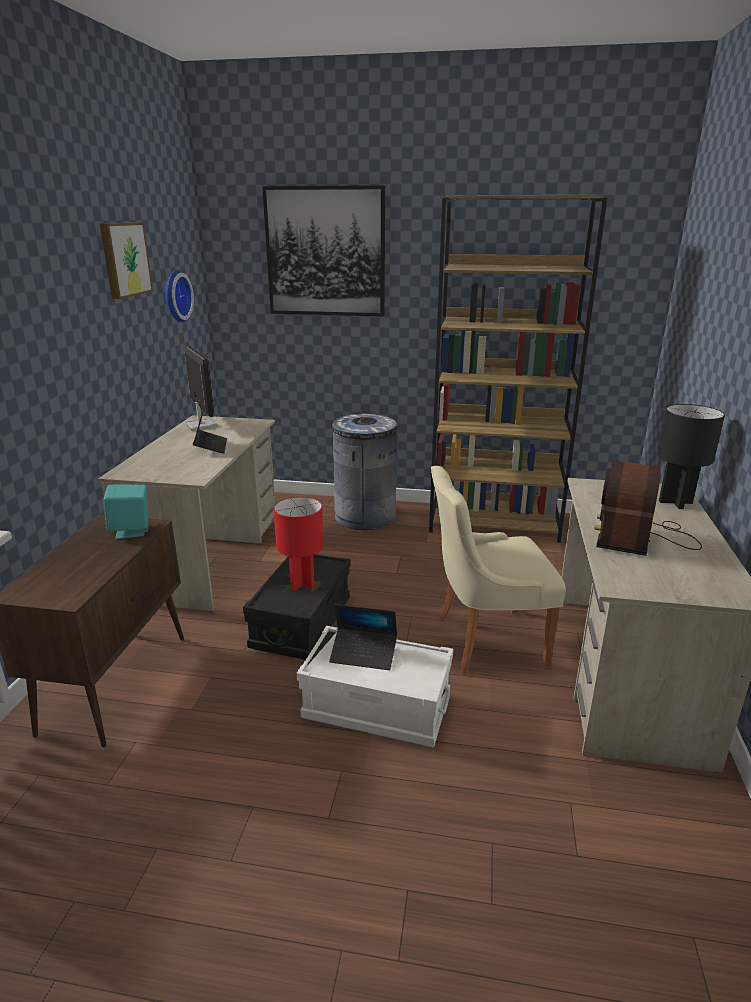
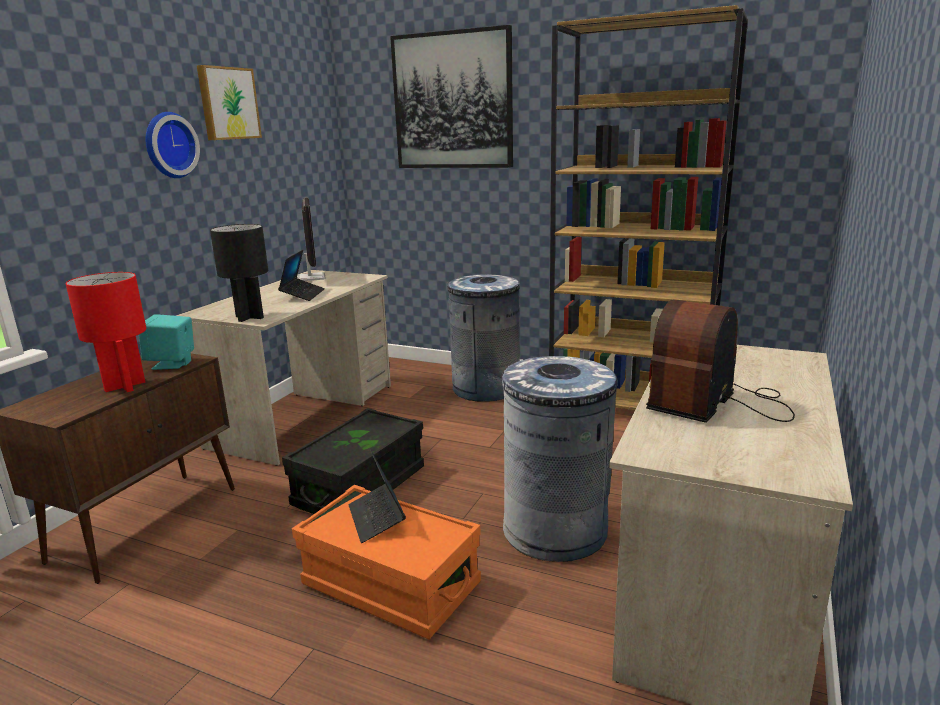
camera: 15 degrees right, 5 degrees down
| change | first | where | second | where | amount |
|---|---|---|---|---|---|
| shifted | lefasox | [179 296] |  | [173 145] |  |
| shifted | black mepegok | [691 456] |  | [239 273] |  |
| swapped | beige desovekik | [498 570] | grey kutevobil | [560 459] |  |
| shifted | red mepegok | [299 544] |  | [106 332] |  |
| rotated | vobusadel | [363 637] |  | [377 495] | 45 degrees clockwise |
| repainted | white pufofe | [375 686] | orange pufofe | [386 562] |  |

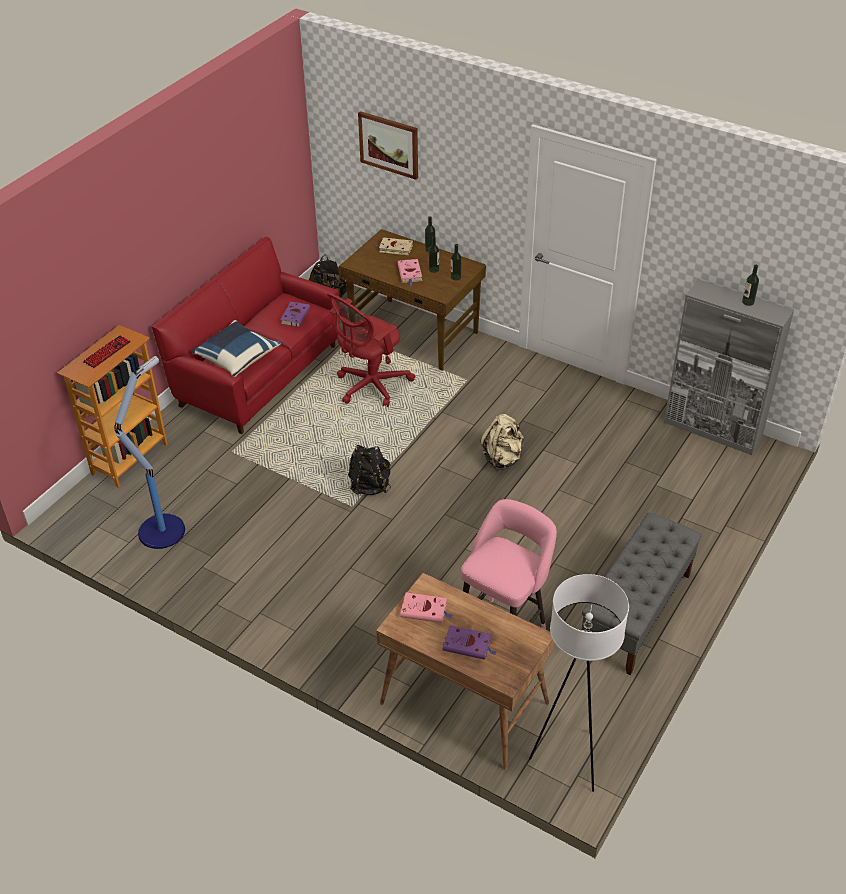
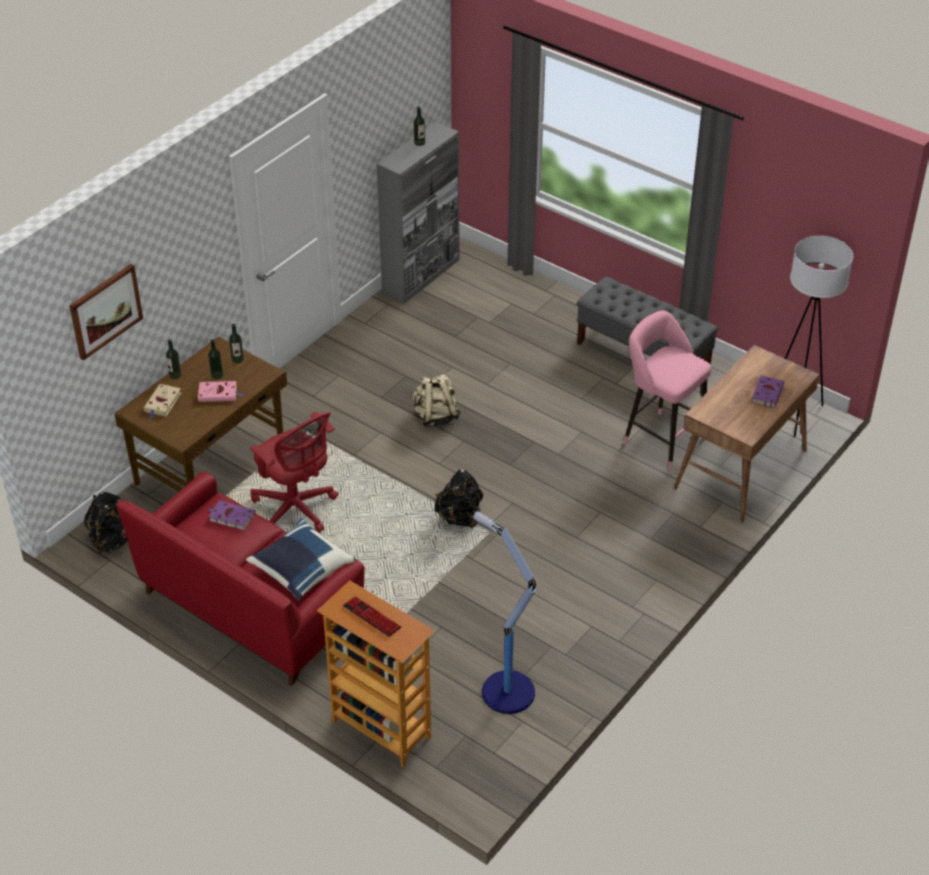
camera: 85 degrees left, 0 degrees up
| change | first | where | second | where | amount |
|---|---|---|---|---|---|
| gone | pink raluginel | [426 607] |  |  |  |

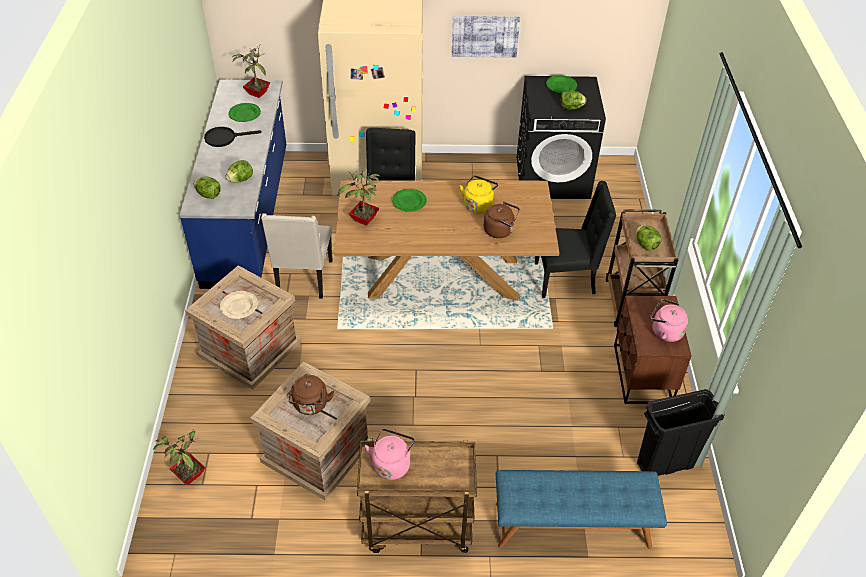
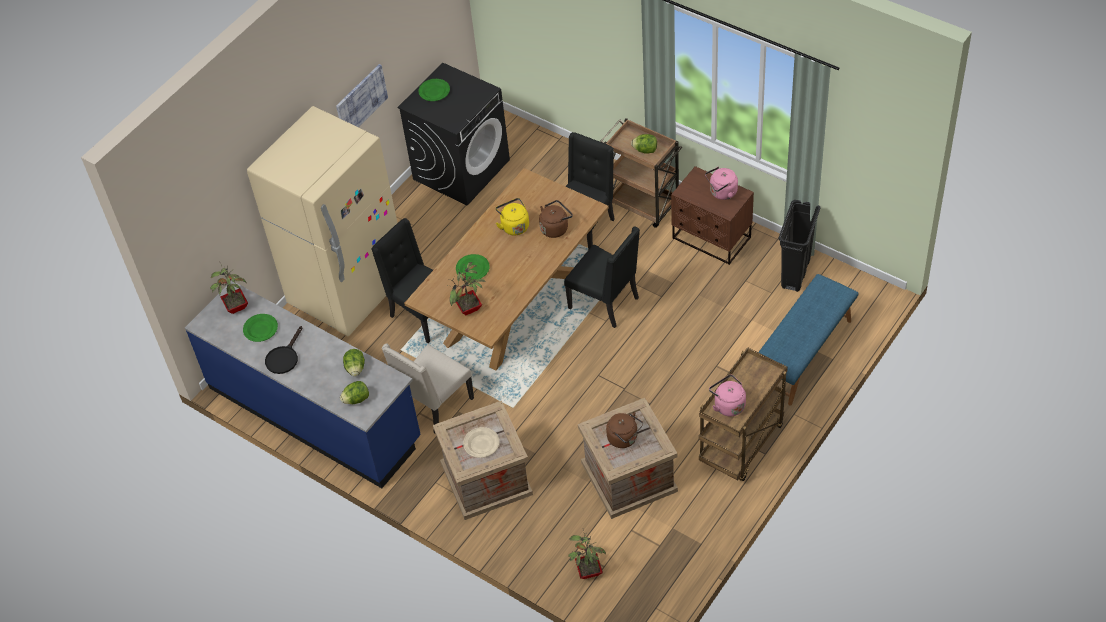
camera: 50 degrees left, 5 degrees up
| change | first | where | second | where | amount |
|---|---|---|---|---|---|
| gone | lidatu | [573 100] |  |  |  |
| rotated | beige desovekik | [297 256] |  | [428 388] | 90 degrees clockwise |
| new |  |  | black desovekik | [602 277] |  |

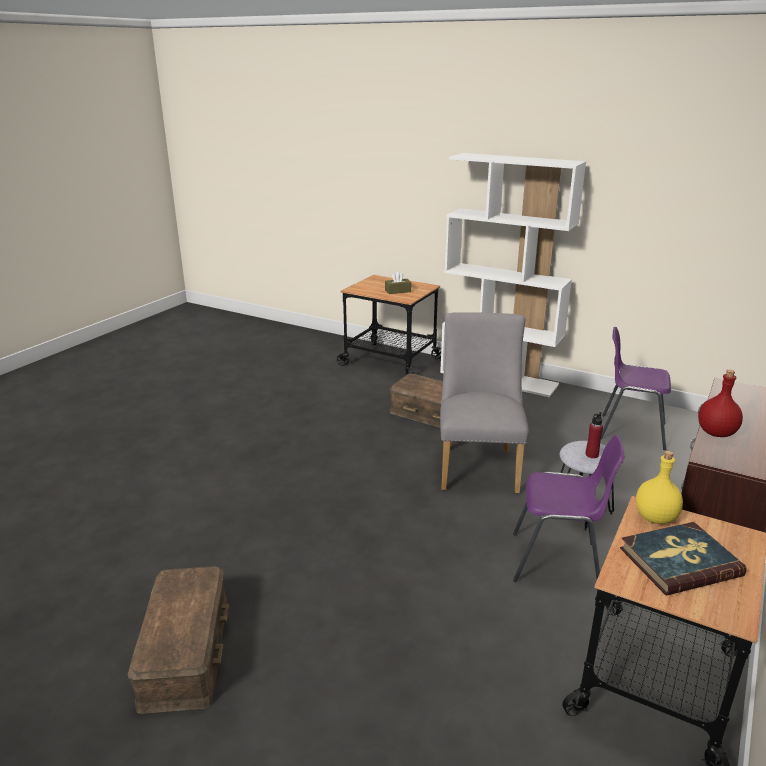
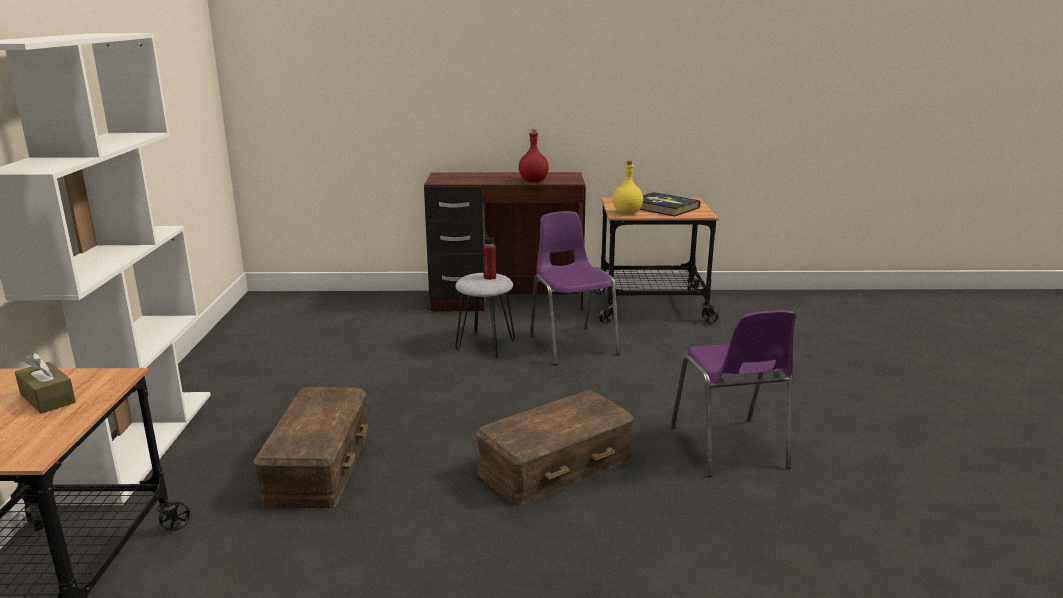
camera: 120 degrees left, 5 degrees down
| change | first | where | second | where | amount |
|---|---|---|---|---|---|
| gone | grey desovekik | [484 403] |  |  |  |
| shifted | purple desovekik | [636 388] |  | [733 393] |  |
| shifted | brown pufofe | [178 640] |  | [555 448] |  |

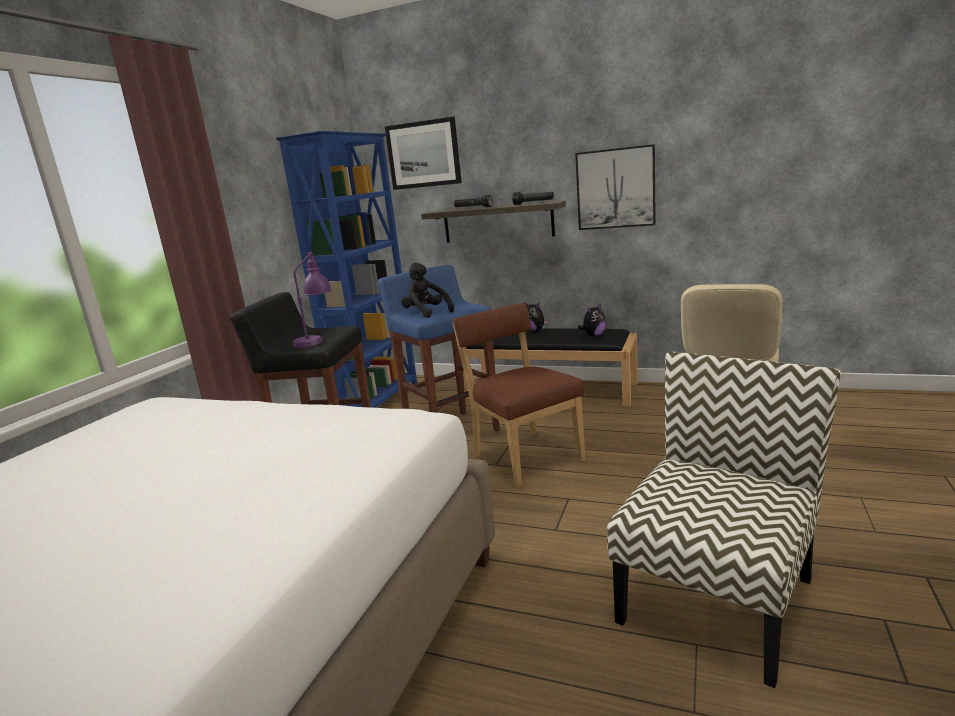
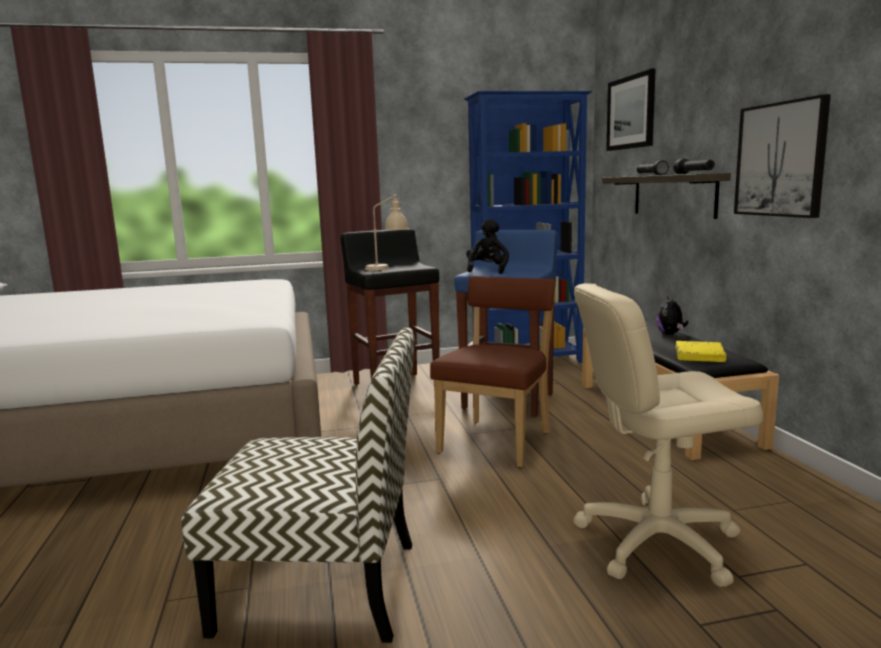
camera: 55 degrees right, 5 degrees down
| change | first | where | second | where | amount |
|---|---|---|---|---|---|
| repainted | purple mepegok | [312 300] | beige mepegok | [387 232] |  |
| swapped | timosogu | [592 320] | yellow raluginel | [700 351] |  |

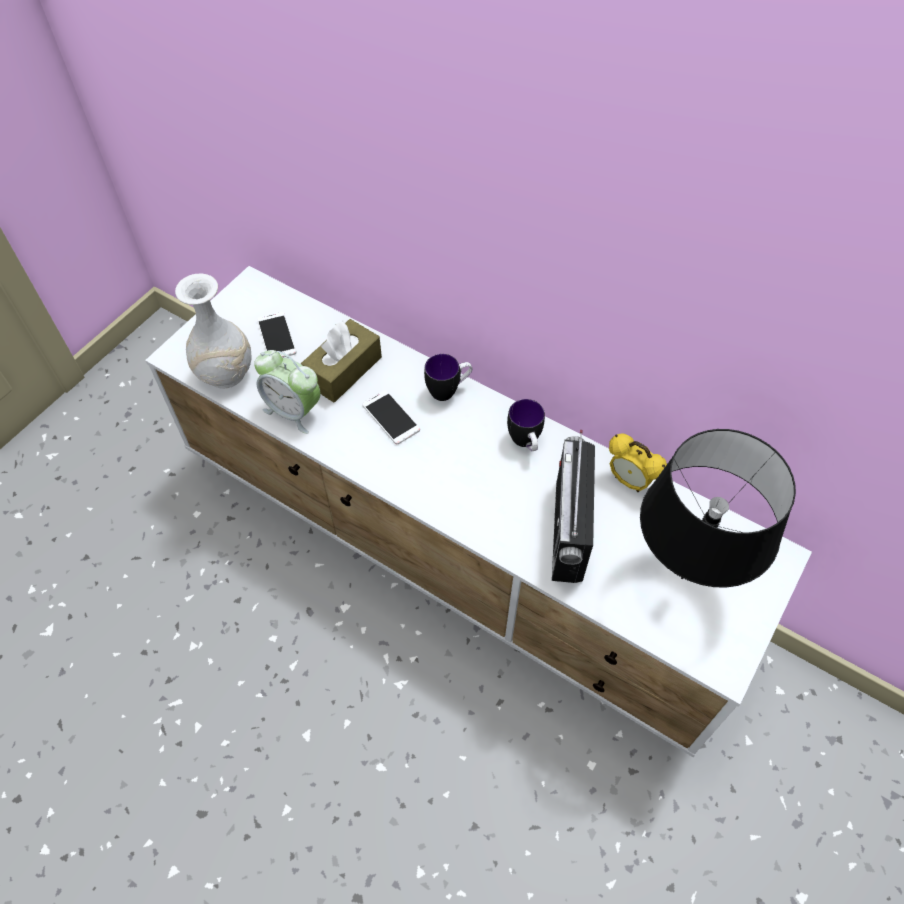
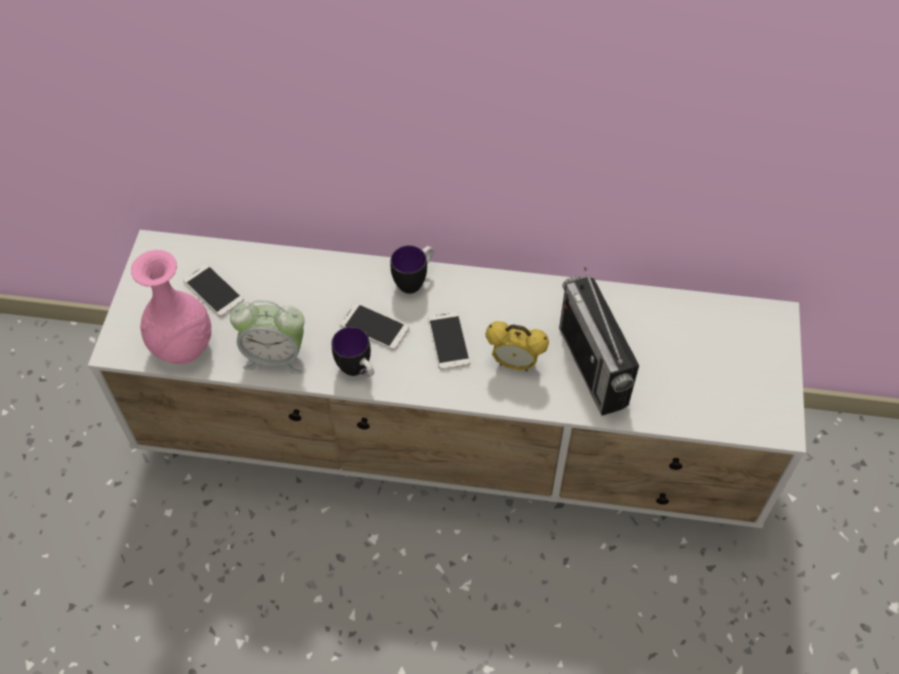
camera: 25 degrees left, 0 degrees up
| change | first | where | second | where | amount |
|---|---|---|---|---|---|
| repainted | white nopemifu | [213 330] | pink nopemifu | [171 307] |  |
| gone | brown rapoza | [341 360] |  |  |  |
| shifted | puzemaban | [526 425] |  | [352 352] |  |
| gone | black mepegok | [718 508] |  |  |  |
| shifted | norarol | [638 462] |  | [517 346] |  |
| new |  |  | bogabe | [449 340] |  |

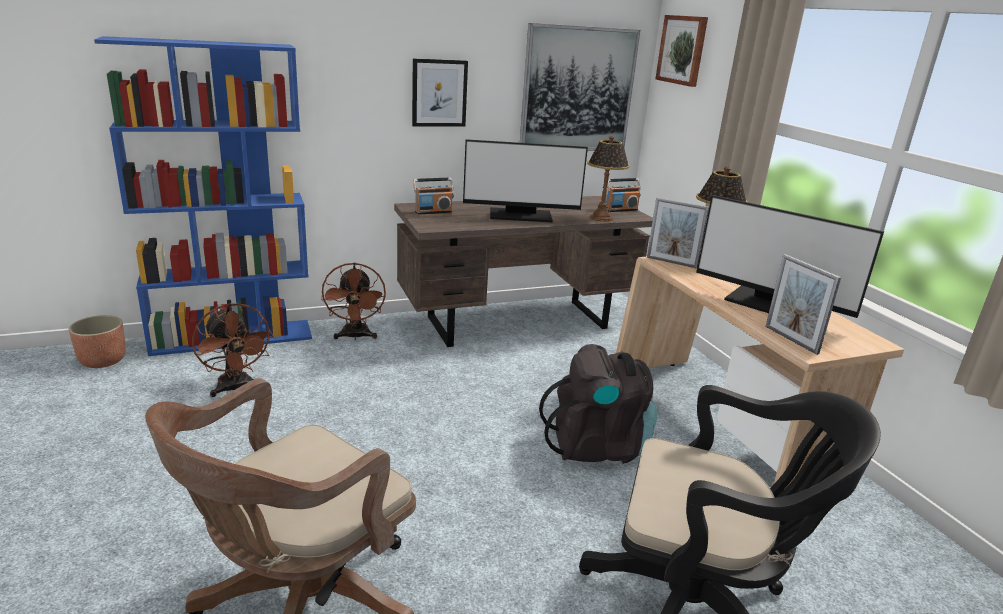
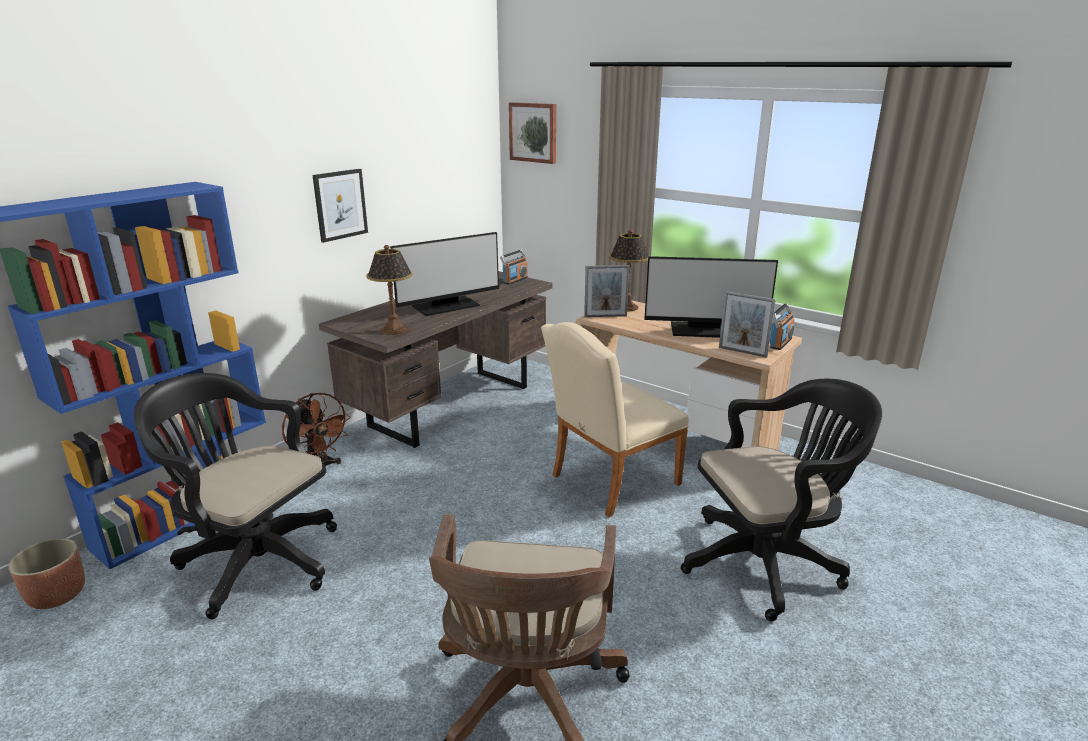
camera: 30 degrees left, 0 degrees up
| change | first | where | second | where | amount |
|---|---|---|---|---|---|
| gone | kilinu | [580 87] |  |  |  |
| shifted | mepegok | [608 178] |  | [389 290] |  |
| shifted | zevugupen | [433 196] |  | [782 326] |  |
| swapped | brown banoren | [232 350] | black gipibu | [235 496] |  |
| swapped | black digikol | [598 404] | beige desovekik | [615 419] |  |

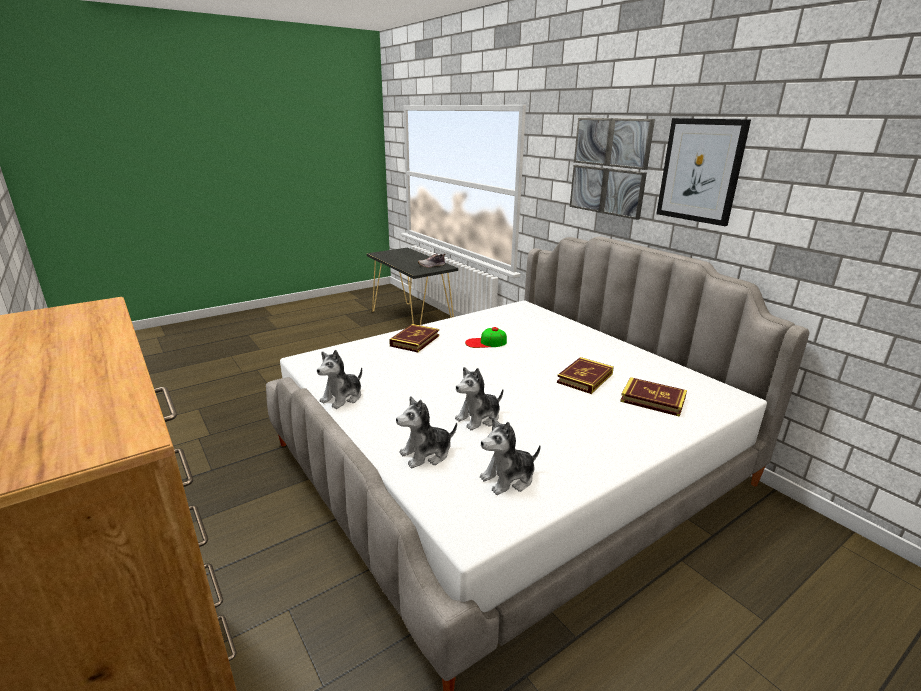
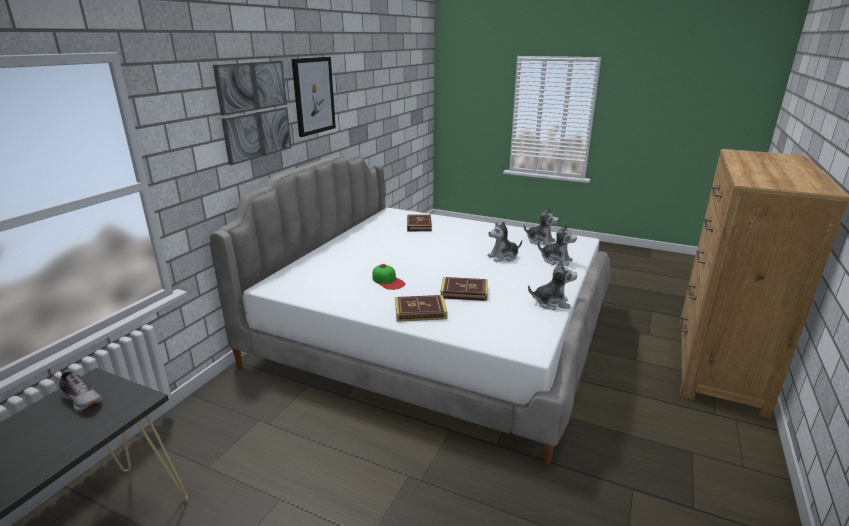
camera: 120 degrees left, 0 degrees up
| change | first | where | second | where | amount |
|---|---|---|---|---|---|
| shifted | raluginel | [585 375] |  | [464 289] |  |
| rotated | timosogu | [479 398] |  | [505 241] | 135 degrees clockwise |

